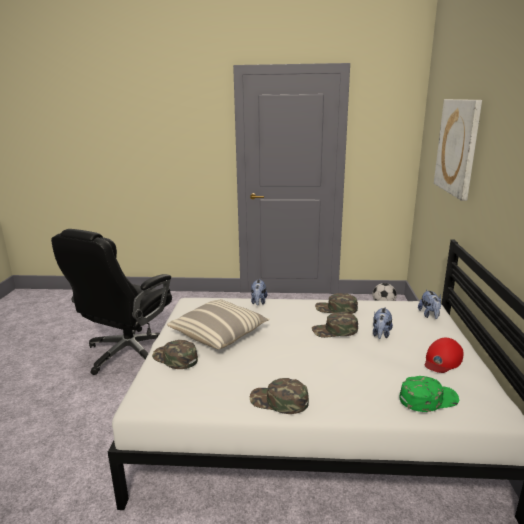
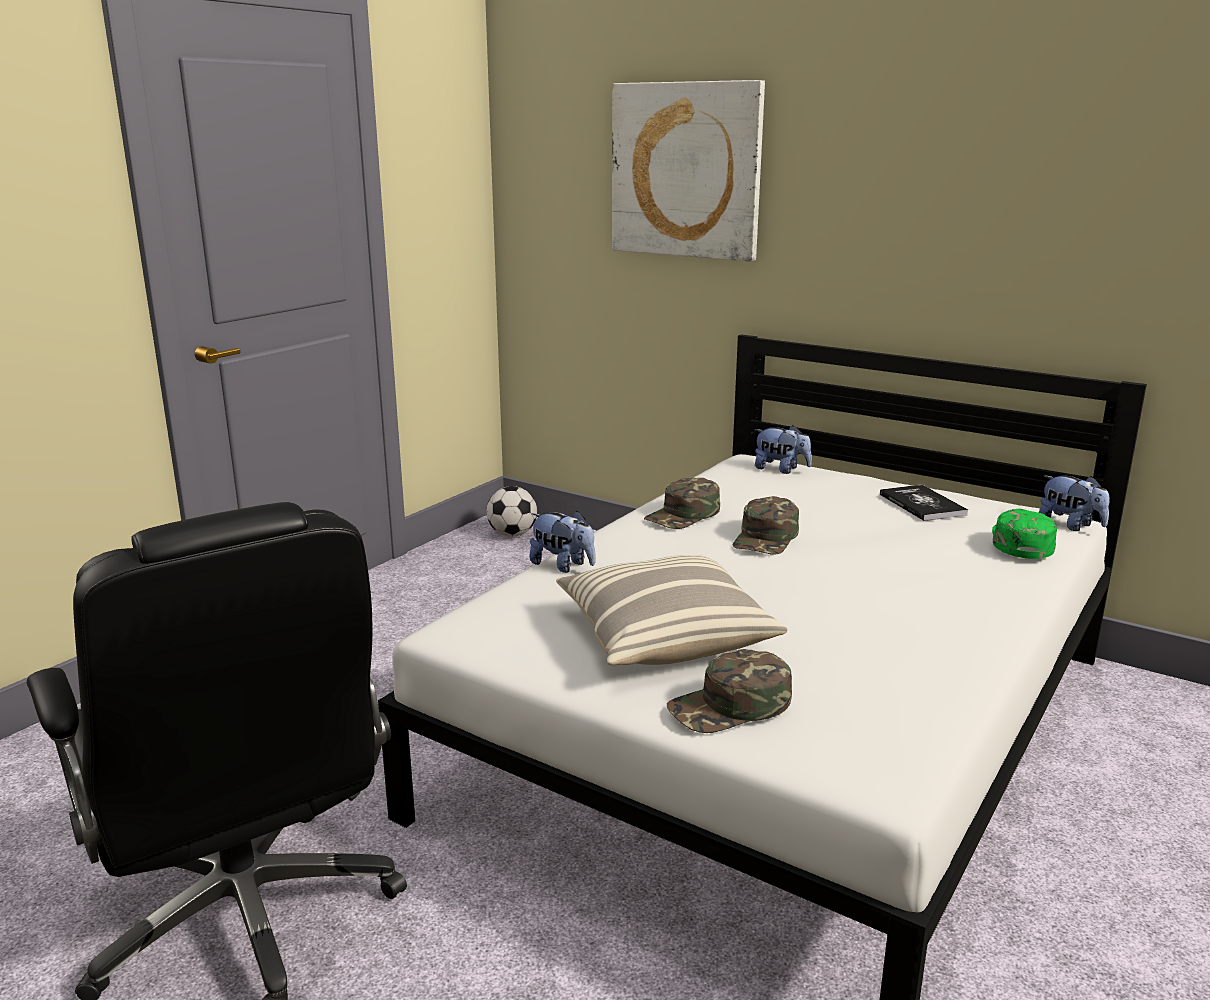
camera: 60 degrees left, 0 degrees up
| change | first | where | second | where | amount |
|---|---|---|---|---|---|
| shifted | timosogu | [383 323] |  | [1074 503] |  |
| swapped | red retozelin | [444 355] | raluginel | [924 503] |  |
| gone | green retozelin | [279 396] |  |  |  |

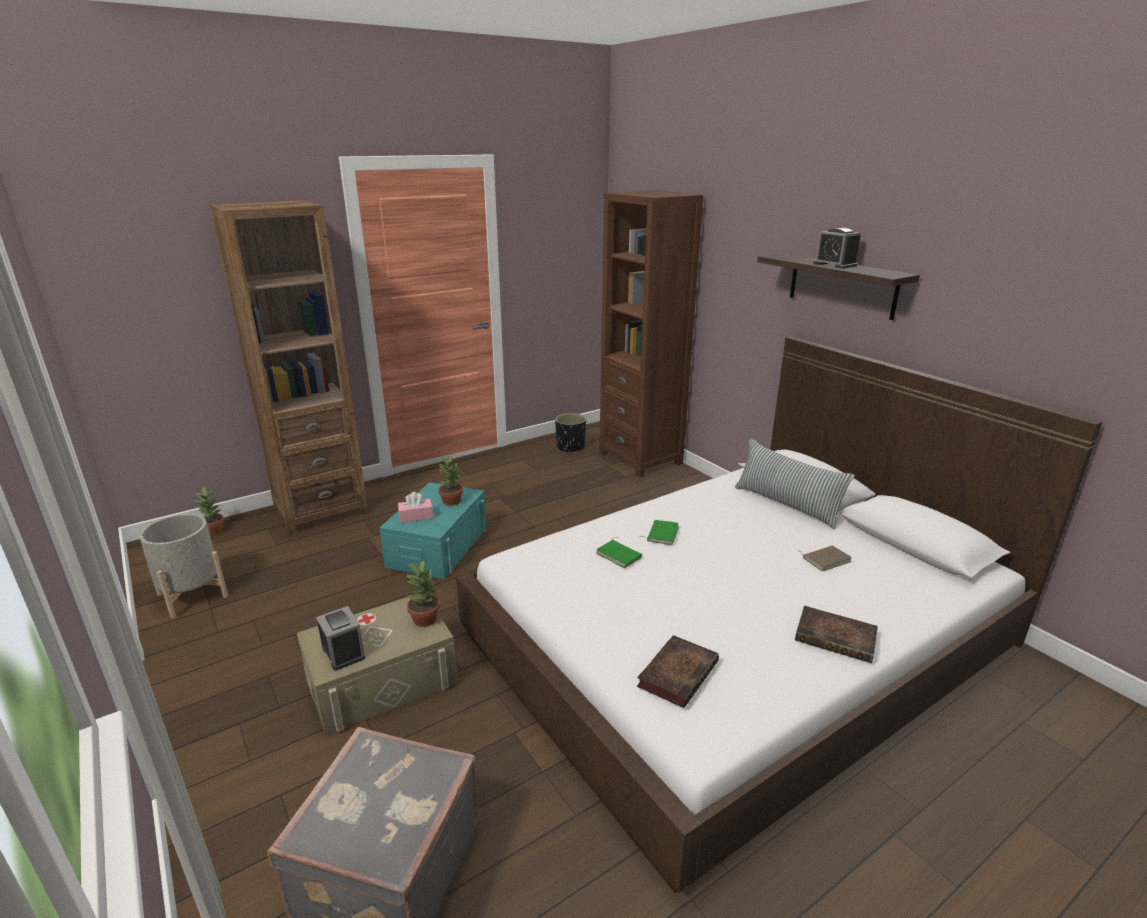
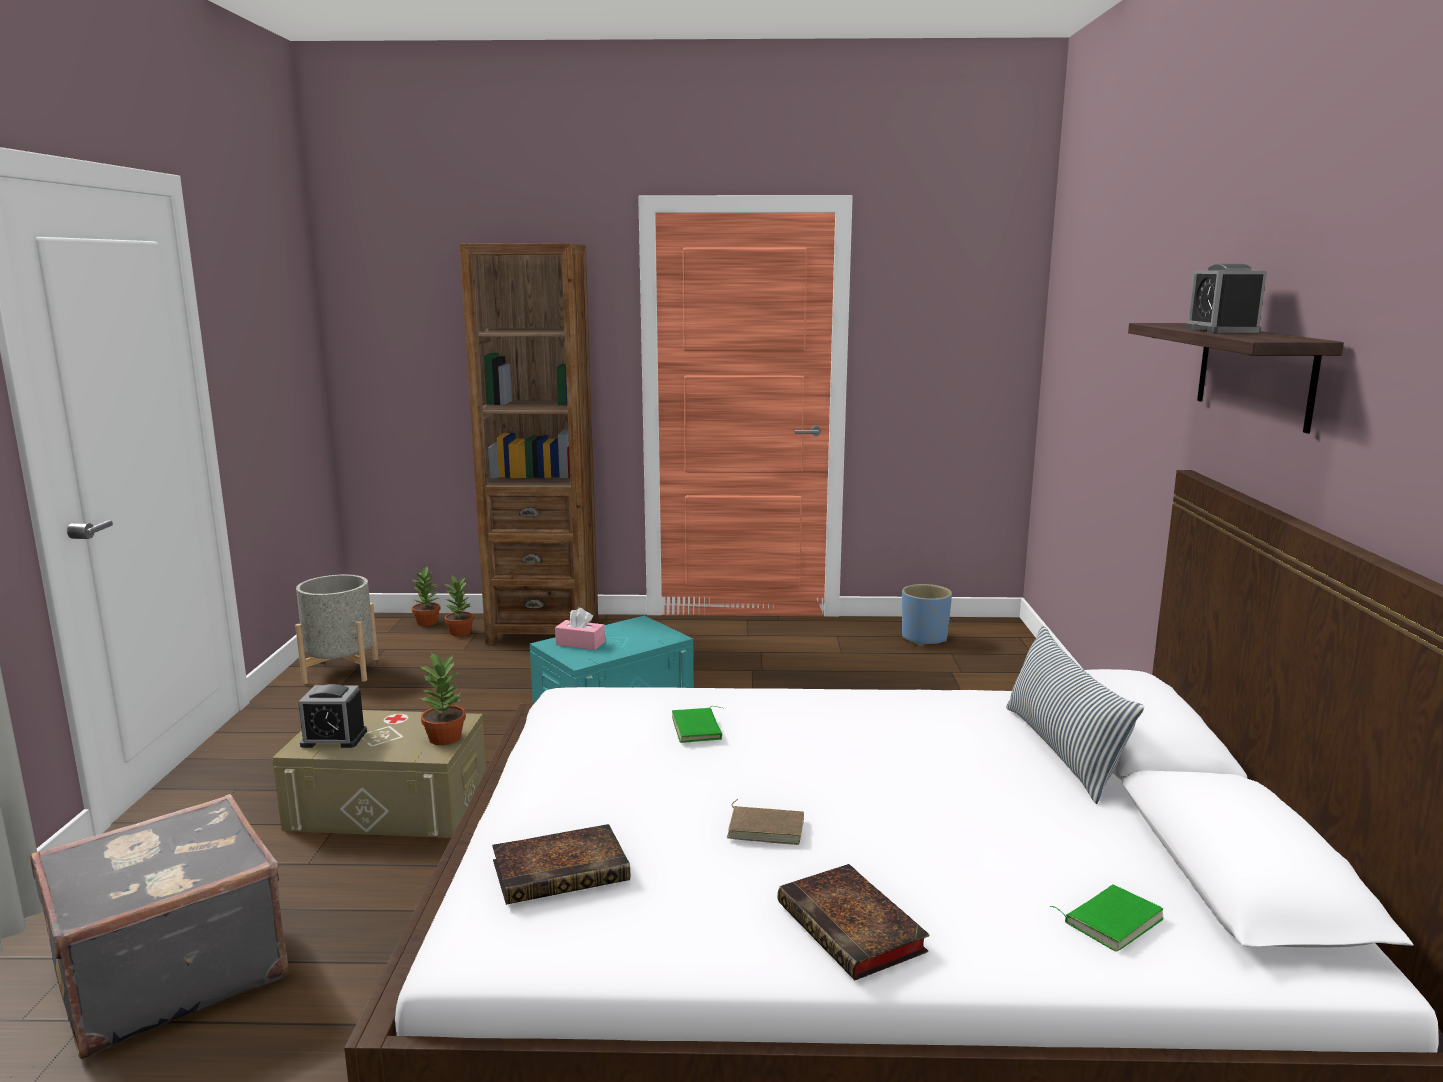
camera: 35 degrees right, 10 degrees down
| change | first | where | second | where | amount |
|---|---|---|---|---|---|
| gone | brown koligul | [651 334] |  |  |  |
| repainted | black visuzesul | [570 433] | blue visuzesul | [927 615] |  |
| shifted | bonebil | [450 480] |  | [459 605] |  |
| shifted | green raluginel | [659 532] |  | [1107 918] |  |
| shifted | brown raluginel | [826 558] |  | [765 822] |  |
| rotated | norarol | [340 638] |  | [332 716] | 90 degrees clockwise |

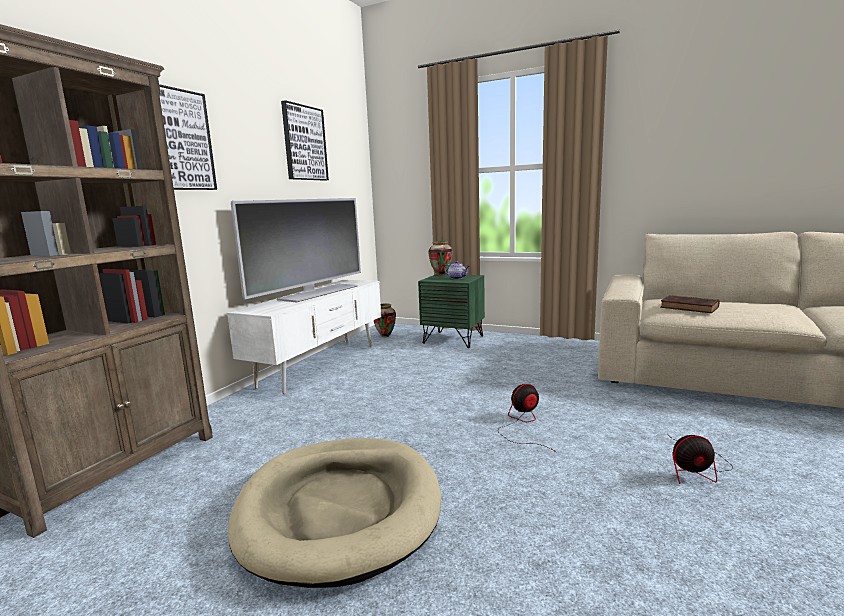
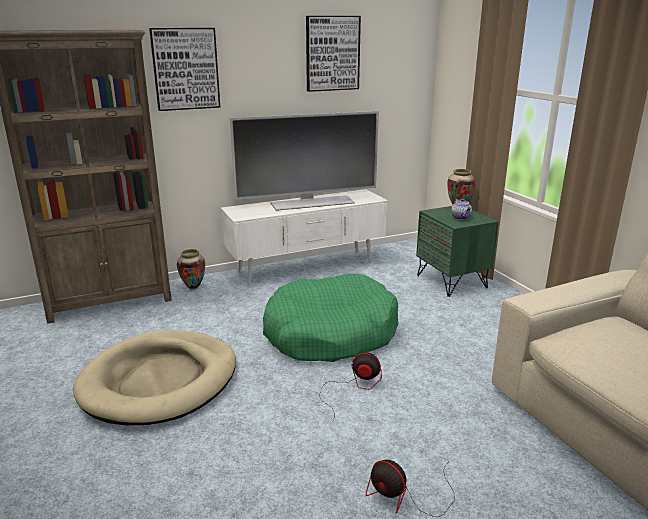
camera: 40 degrees right, 10 degrees up
| change | first | where | second | where | amount |
|---|---|---|---|---|---|
| gone | brown raluginel | [690 304] |  |  |  |
| shifted | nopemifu | [385 320] |  | [191 269] |  |
| new |  |  | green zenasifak | [331 317] |  |

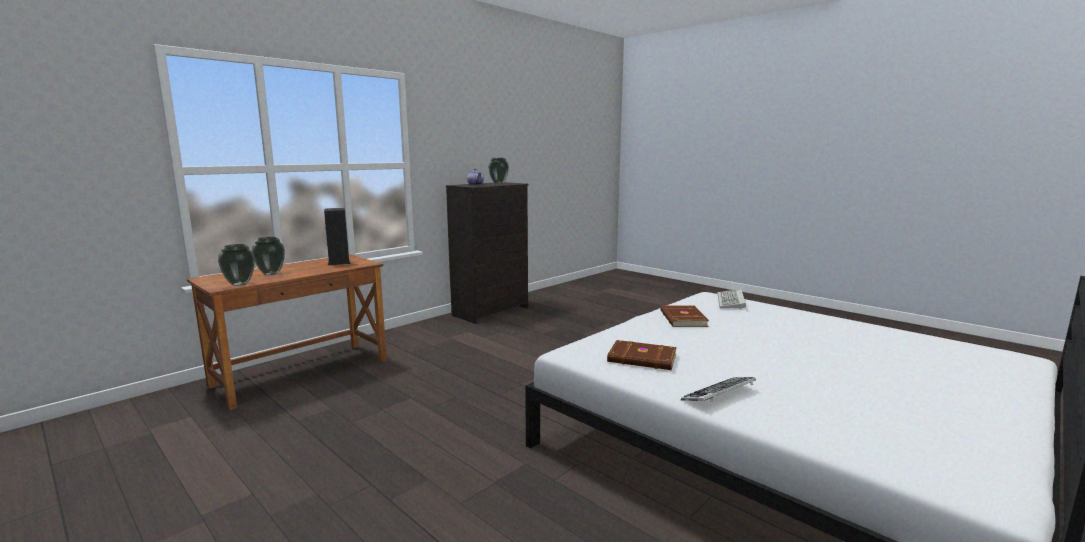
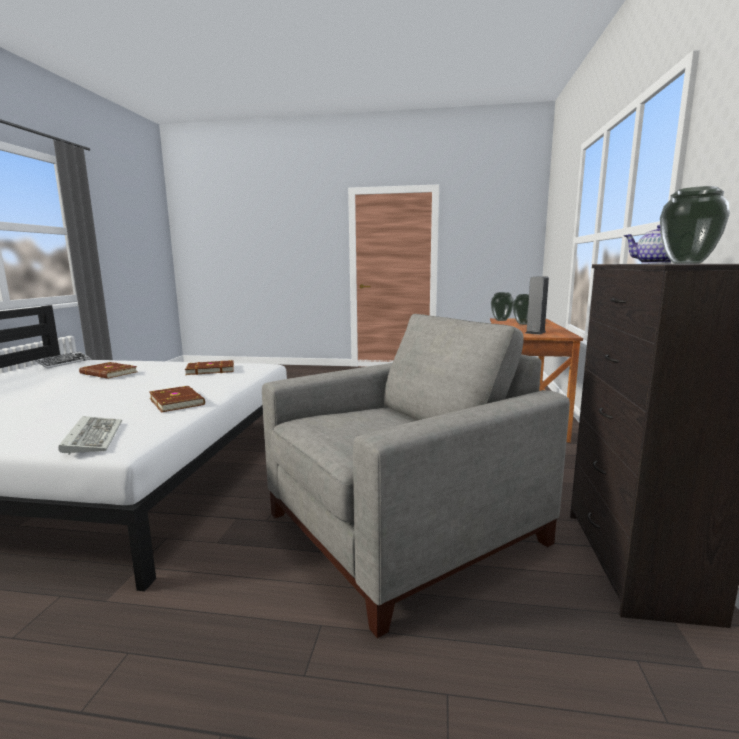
camera: 145 degrees right, 0 degrees up
| change | first | where | second | where | amount |
|---|---|---|---|---|---|
| shifted | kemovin | [718 389] |  | [63 360] |  |
| new |  |  | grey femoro | [416 476] |  |
| new |  |  | brown raluginel | [108 370] |  |

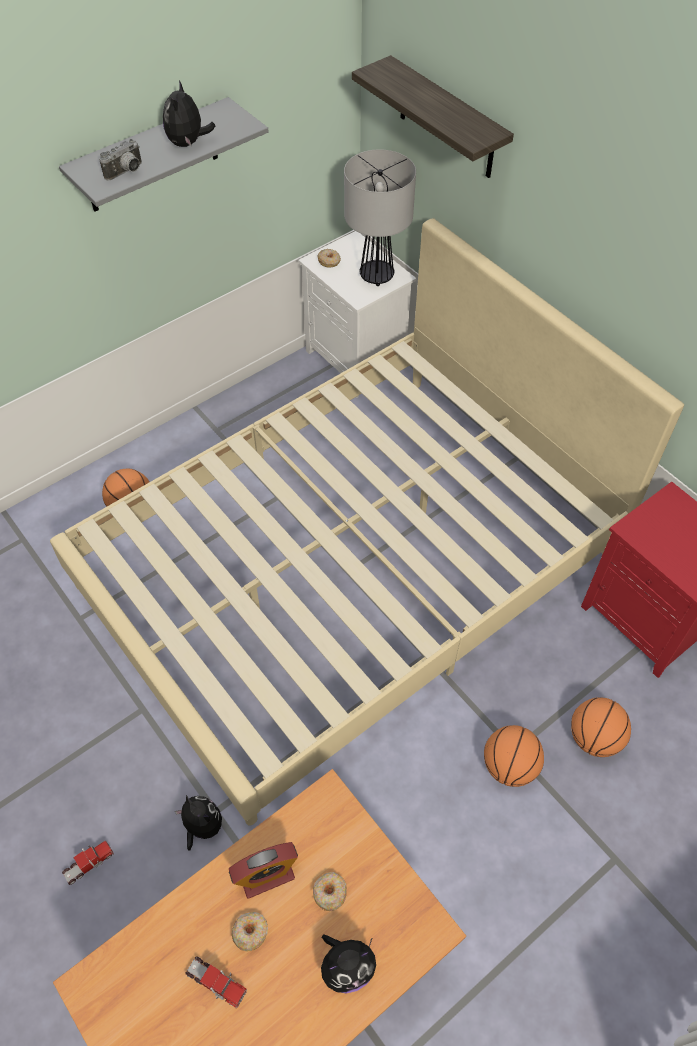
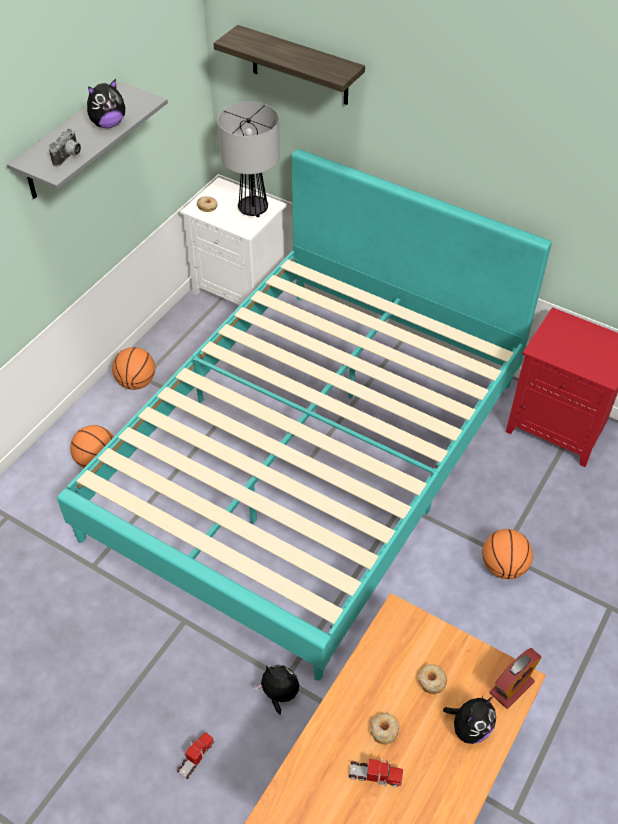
camera: 20 degrees left, 5 degrees down
| change | first | where | second | where | amount |
|---|---|---|---|---|---|
| rotated | timosogu | [189 113] |  | [106 103] | 105 degrees counterclockwise |
| repainted | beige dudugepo | [367 522] | turquoise dudugepo | [304 415] |  |
| shifted | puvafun | [601 727] |  | [133 368] |  |
| shifted | norarol | [263 870] |  | [516 678] |  |

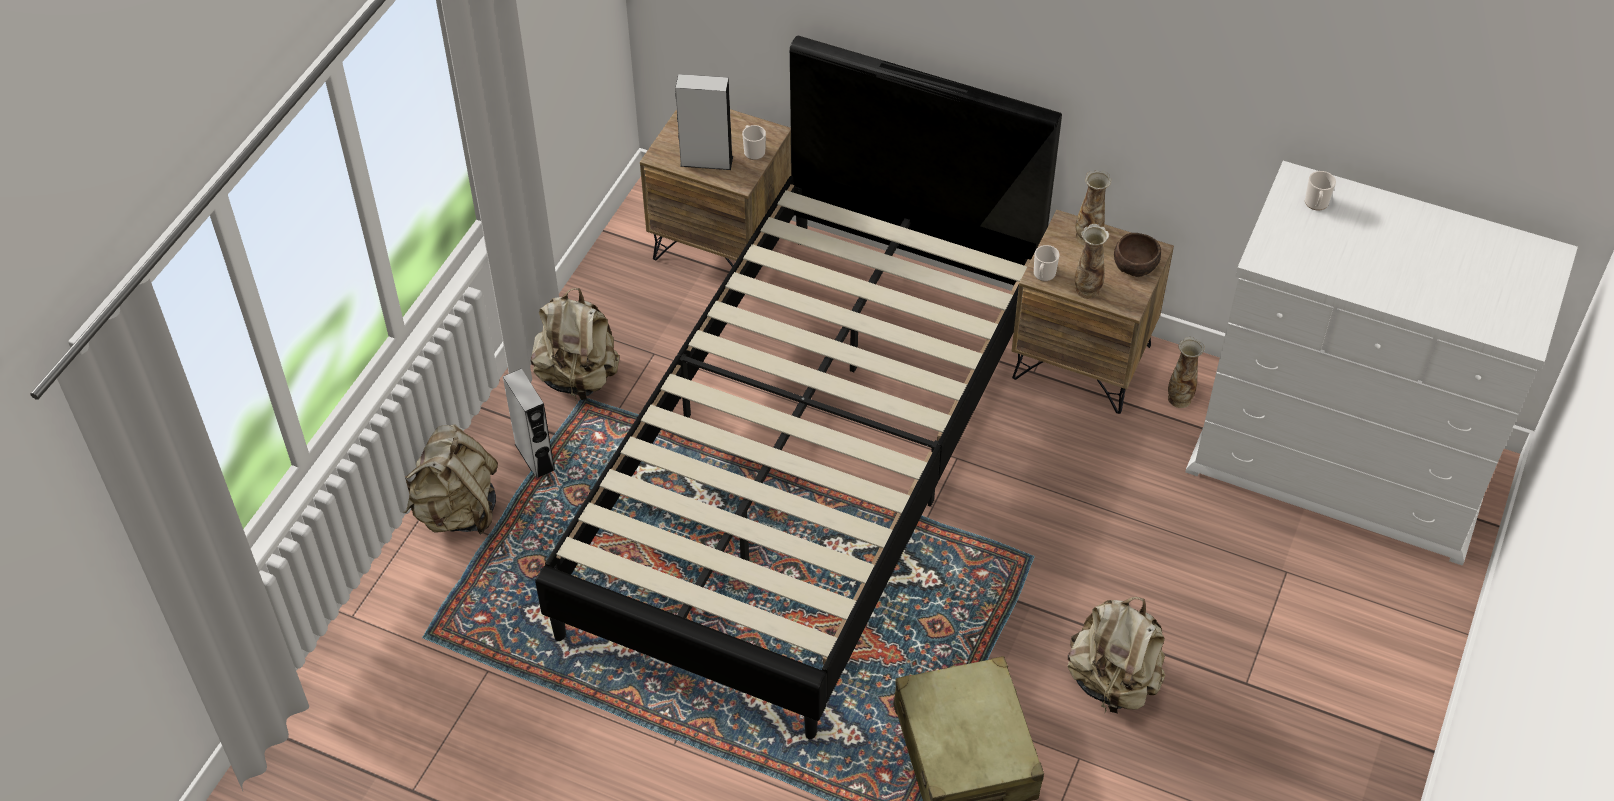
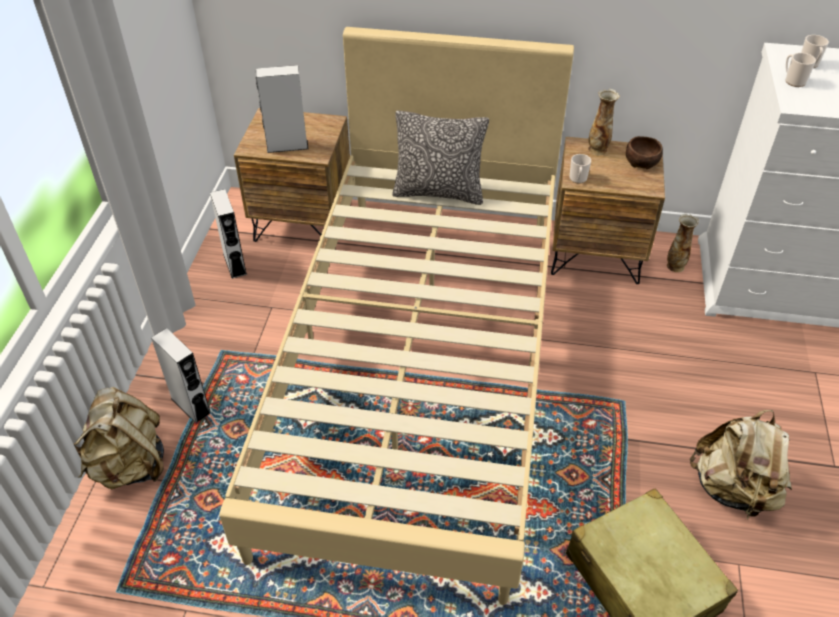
camera: 15 degrees left, 5 degrees down
| change | first | where | second | where | amount |
|---|---|---|---|---|---|
| repainted | black dudugepo | [798 387] | beige dudugepo | [396 316] |  |
| shifted | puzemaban | [754 142] |  | [800 70] |  |
| gone | nopemifu | [1092 261] |  |  |  |
| gone | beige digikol | [575 344] |  |  |  |
| new |  |  | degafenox | [440 157] |  |
| new |  |  | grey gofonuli | [228 234] |  |

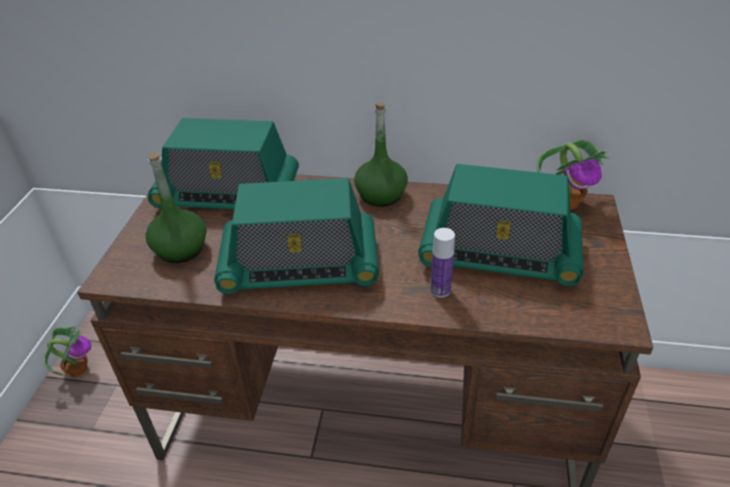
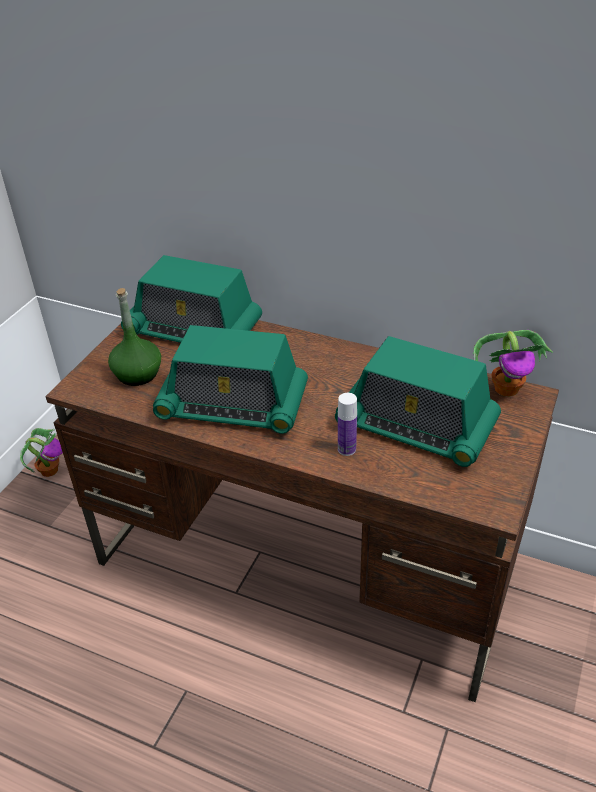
camera: 15 degrees right, 0 degrees up
| change | first | where | second | where | amount |
|---|---|---|---|---|---|
| gone | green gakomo | [381 154] |  |  |  |

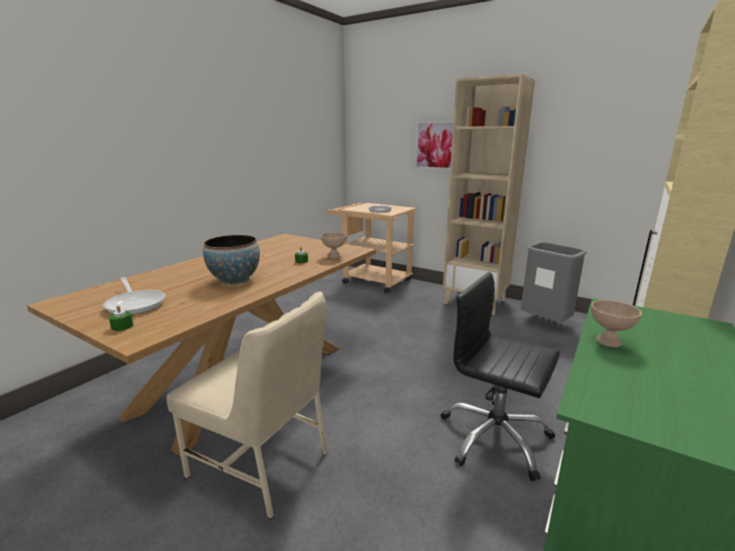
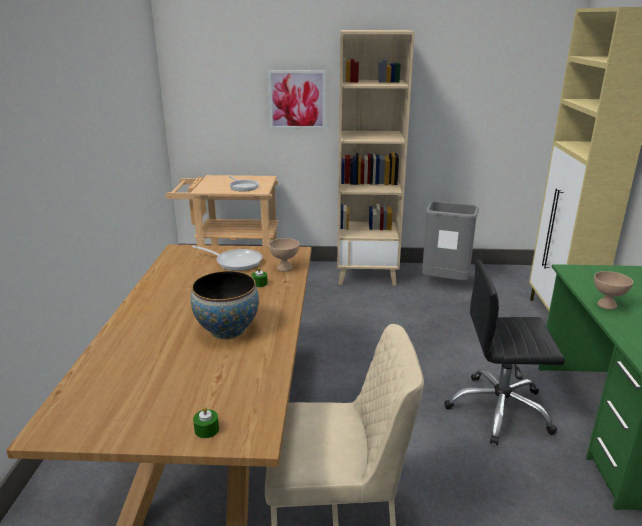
camera: 30 degrees left, 5 degrees up
| change | first | where | second | where | amount |
|---|---|---|---|---|---|
| shifted | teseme | [134 296] |  | [227 258] |  |

